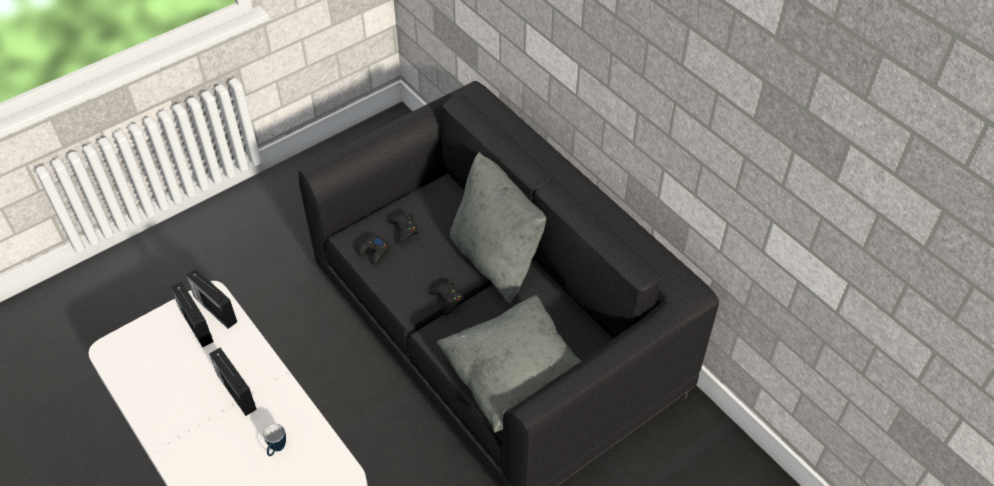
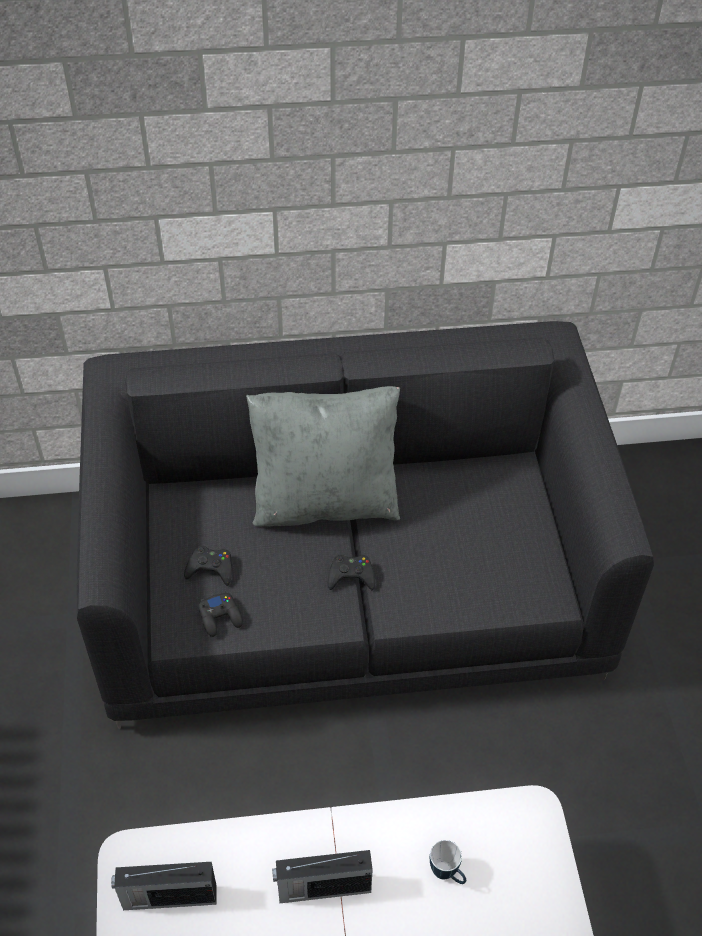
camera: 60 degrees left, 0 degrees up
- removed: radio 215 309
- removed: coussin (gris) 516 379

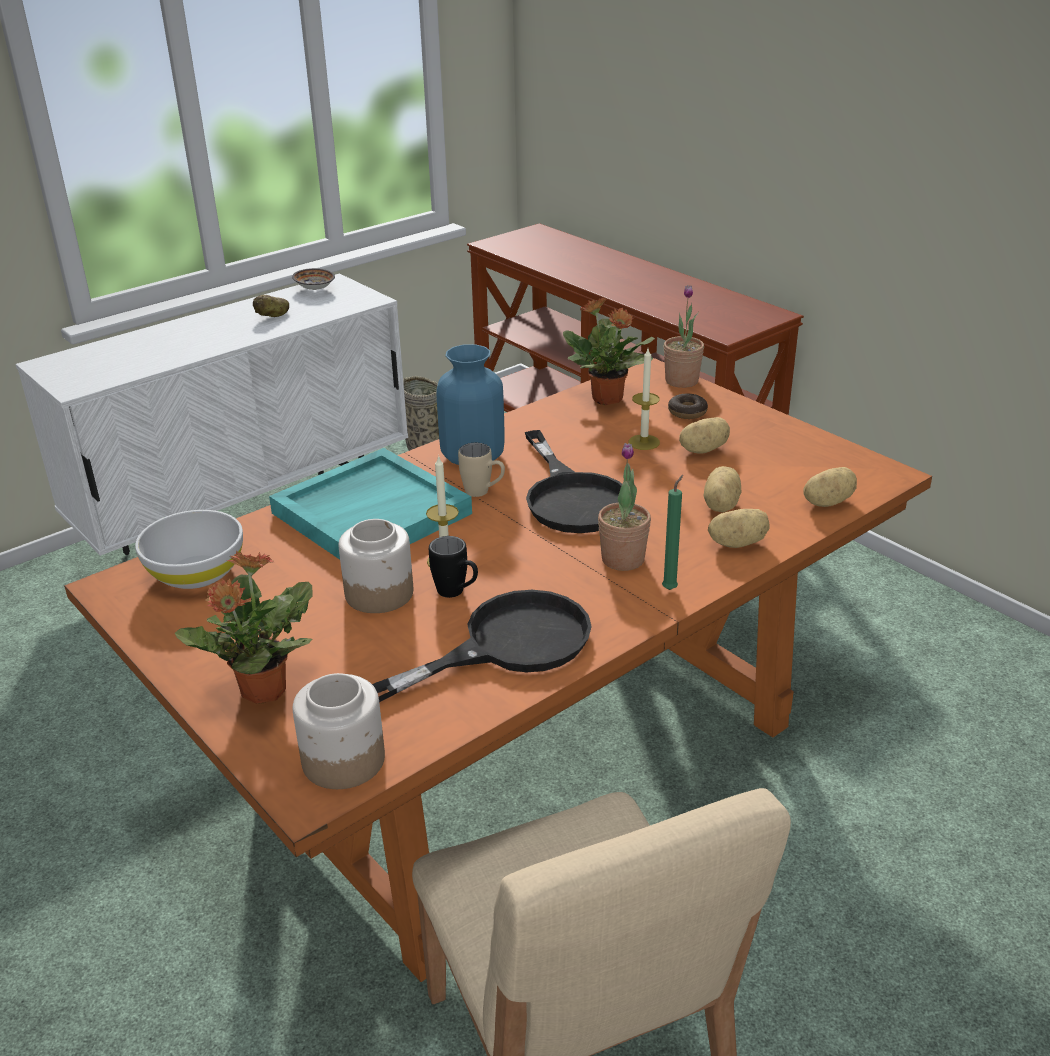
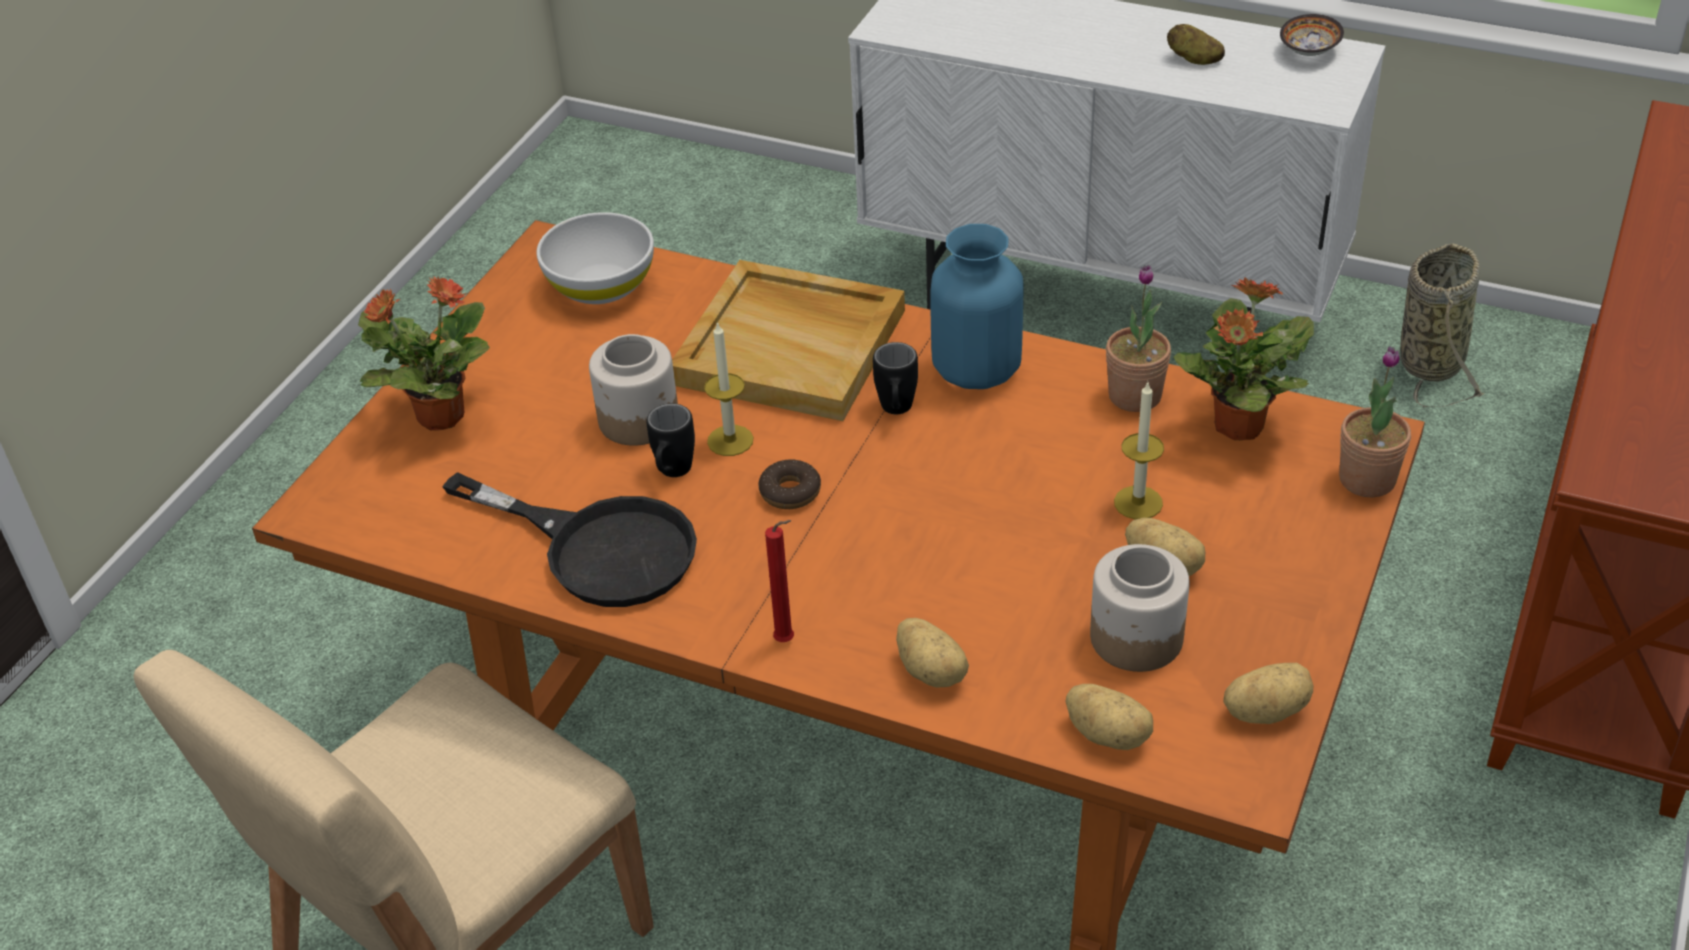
camera: 65 degrees right, 10 degrees up
- recoloured: plateau (turquoise) 372 512 to plateau (beige) 792 346
- moved: bocal 342 761 to 1135 637
- recoloured: mug (beige) 483 493 to mug (noir) 896 412
- removed: poêle (noir) 572 497
- moved: plante en pot 623 559 to 1134 396
- recoloured: bougie (vert) 671 588 to bougie (rouge) 787 641
- moved: beignet 687 412 to 790 492
- moved: pomme de terre 719 505 to 1265 710

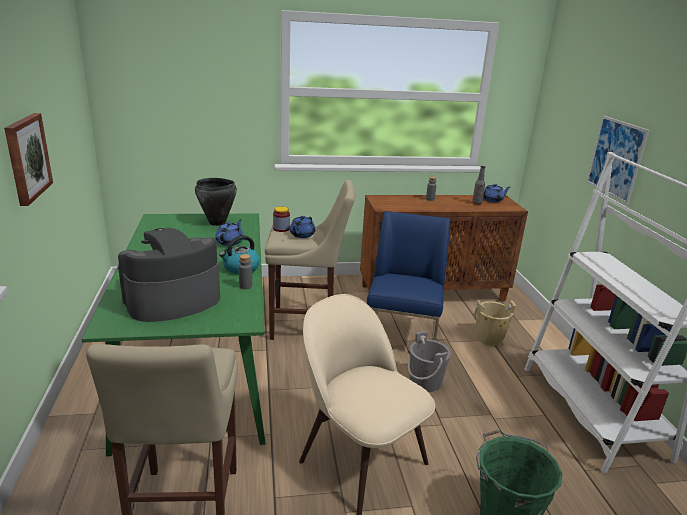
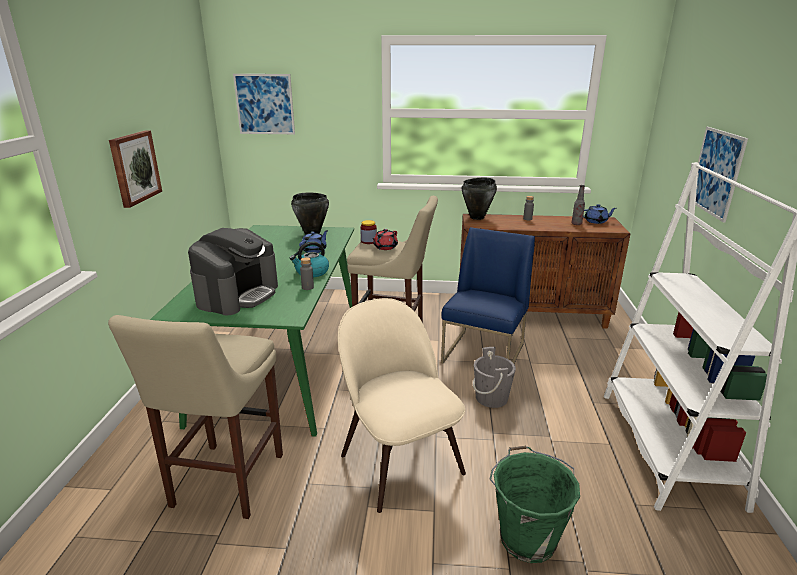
camera: 15 degrees right, 0 degrees up
- turned: machine à café 172 300 = 238 295 135 degrees clockwise
- recoloured: théière (bleu) 301 235 to théière (rouge) 385 247
- removed: seau (beige) 489 338
- added: tableau 264 104
- added: marmite (noir) 477 217

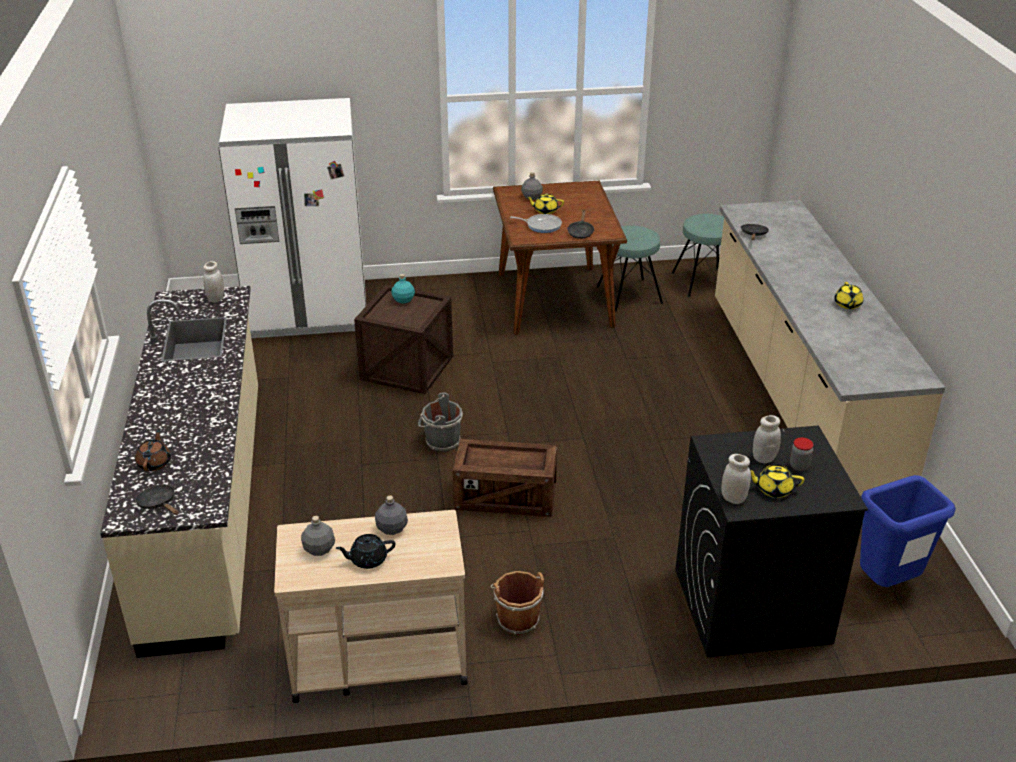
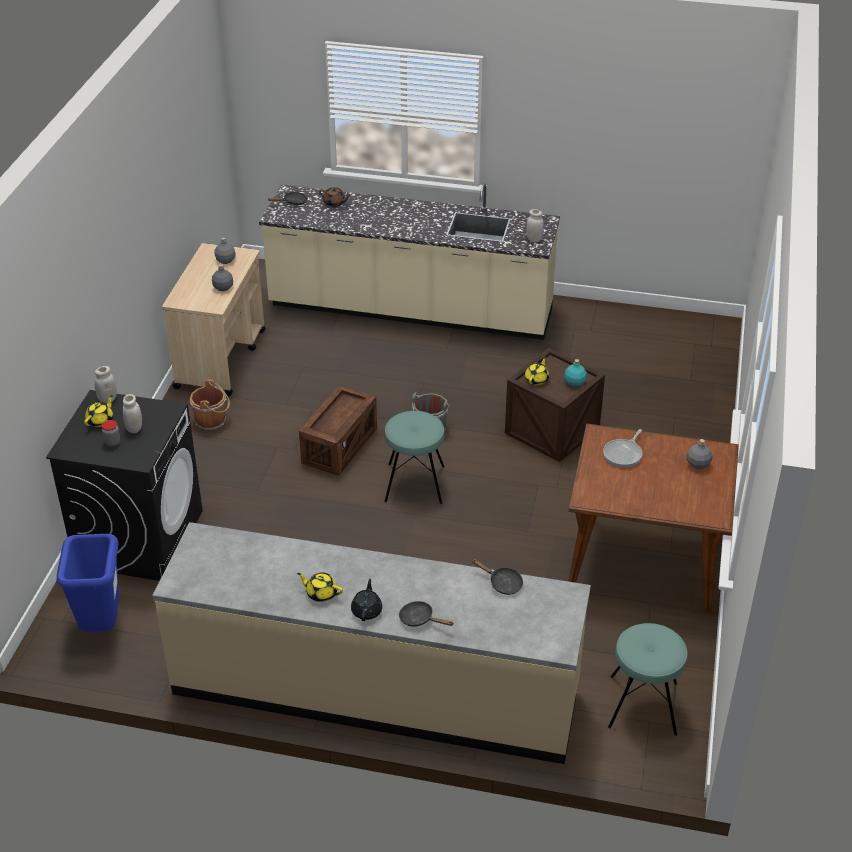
camera: 110 degrees right, 5 degrees up
- removed: réfrigérateur (blanc) 308 310
- moved: théière (noir) 367 559 to 367 610
- moved: théière (jaune) 545 210 to 536 379
- moved: poêle (noir) 580 232 to 419 619
- moved: tabouret (turquoise) 629 295 to 414 483

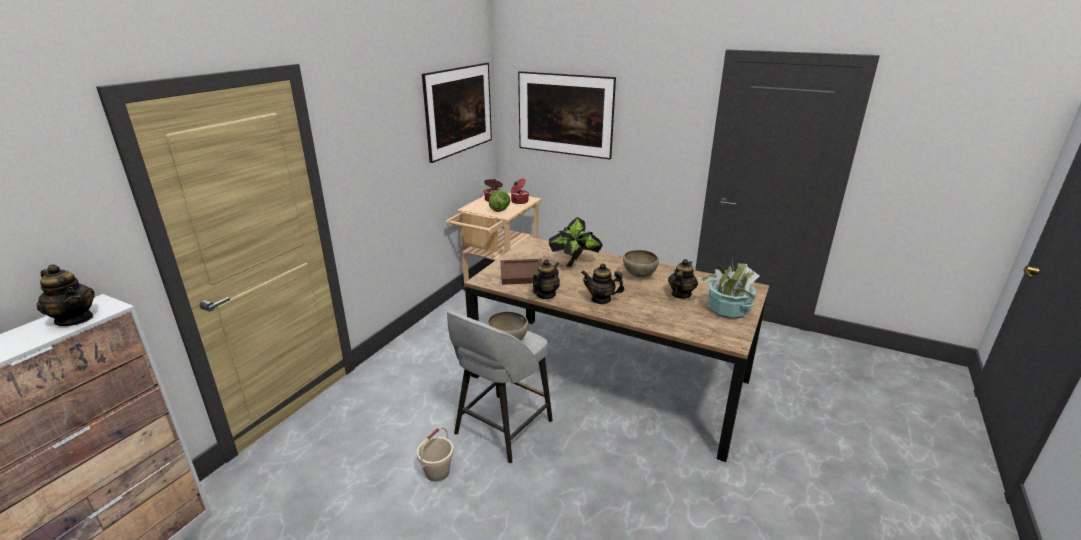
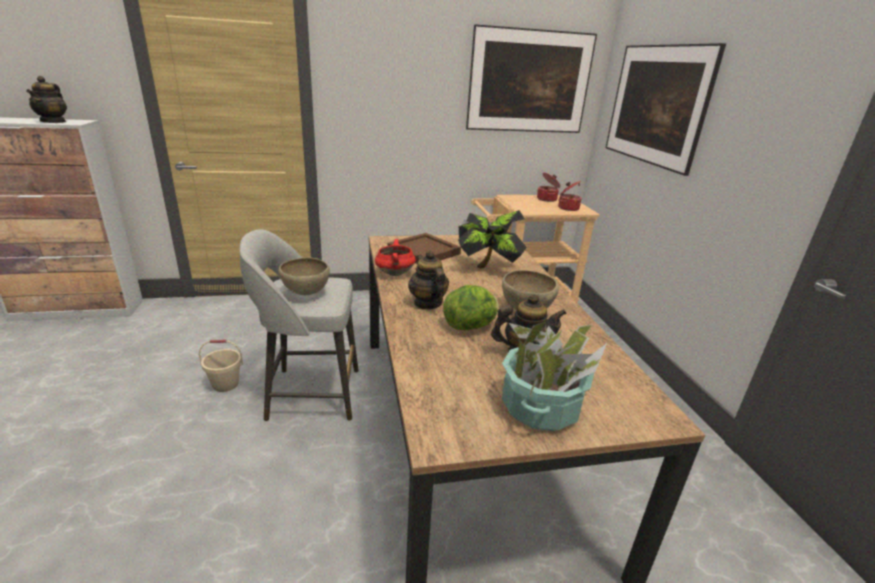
camera: 50 degrees right, 0 degrees up
- moved: laitue 500 210 to 470 326
- replaced: théière 545 295 to marmite (rouge) 394 273

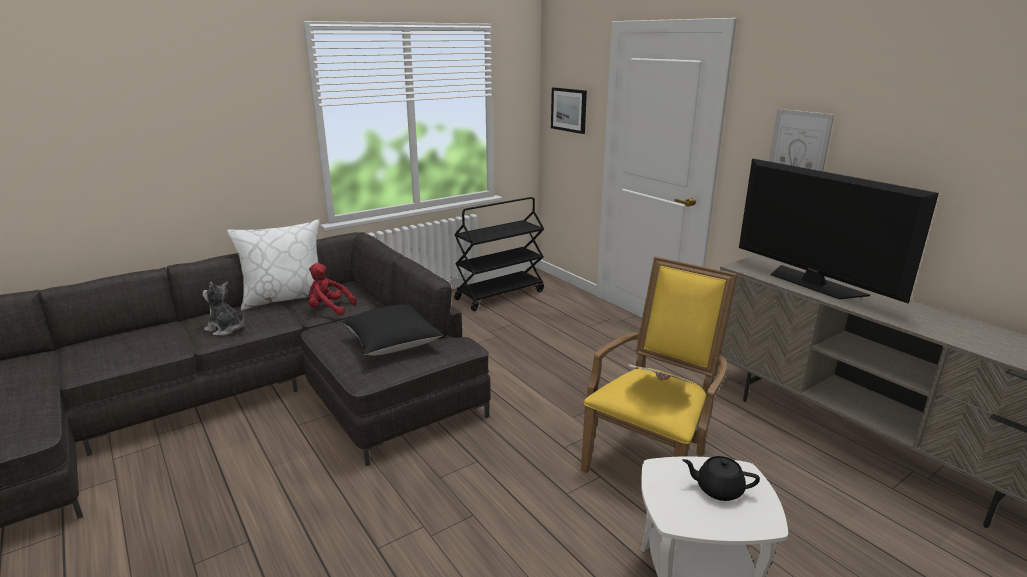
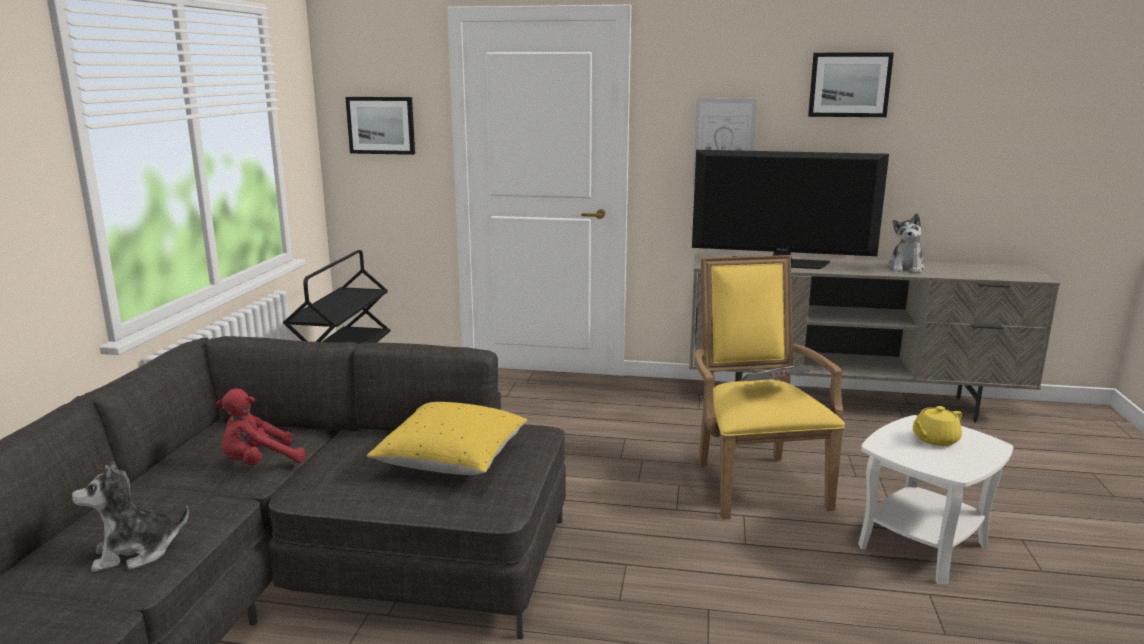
camera: 45 degrees left, 5 degrees down
- removed: coussin (blanc) 286 298
- recoloured: coussin (noir) 393 344 to coussin (jaune) 452 461
- recoloured: théière (noir) 718 489 to théière (jaune) 934 439
- added: tableau 849 85
- added: peluche 906 268

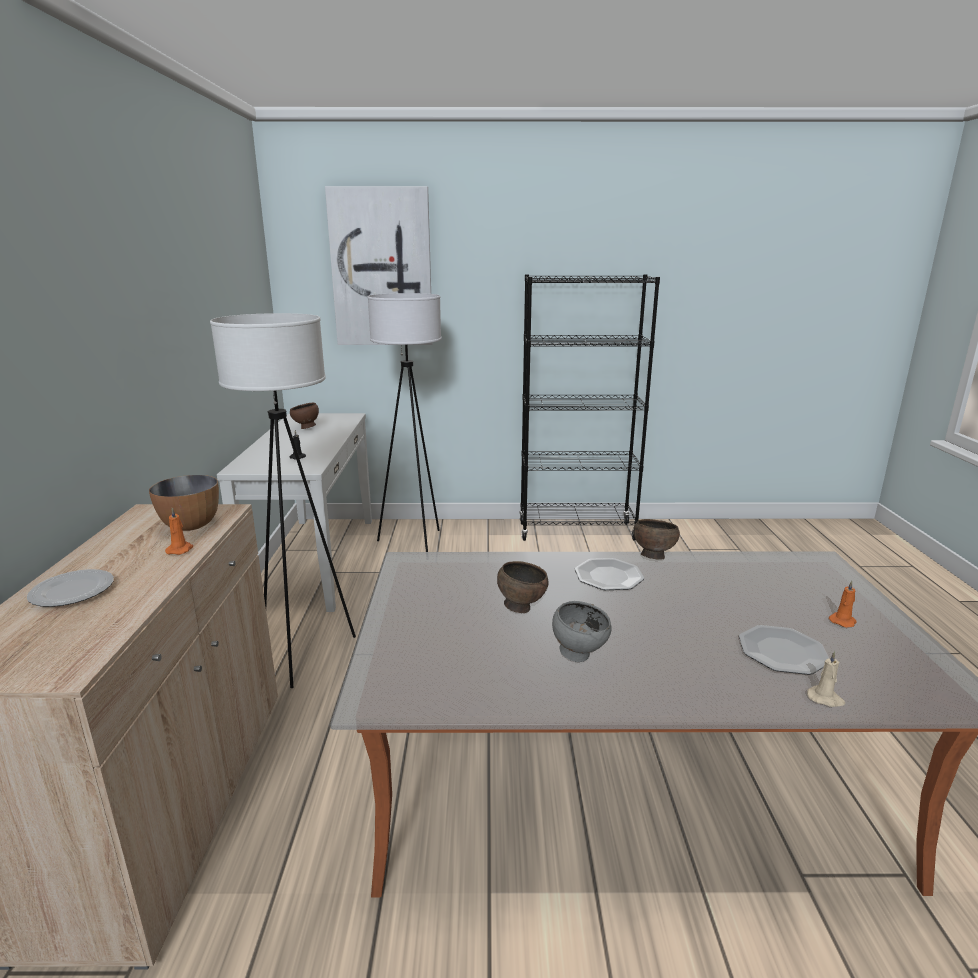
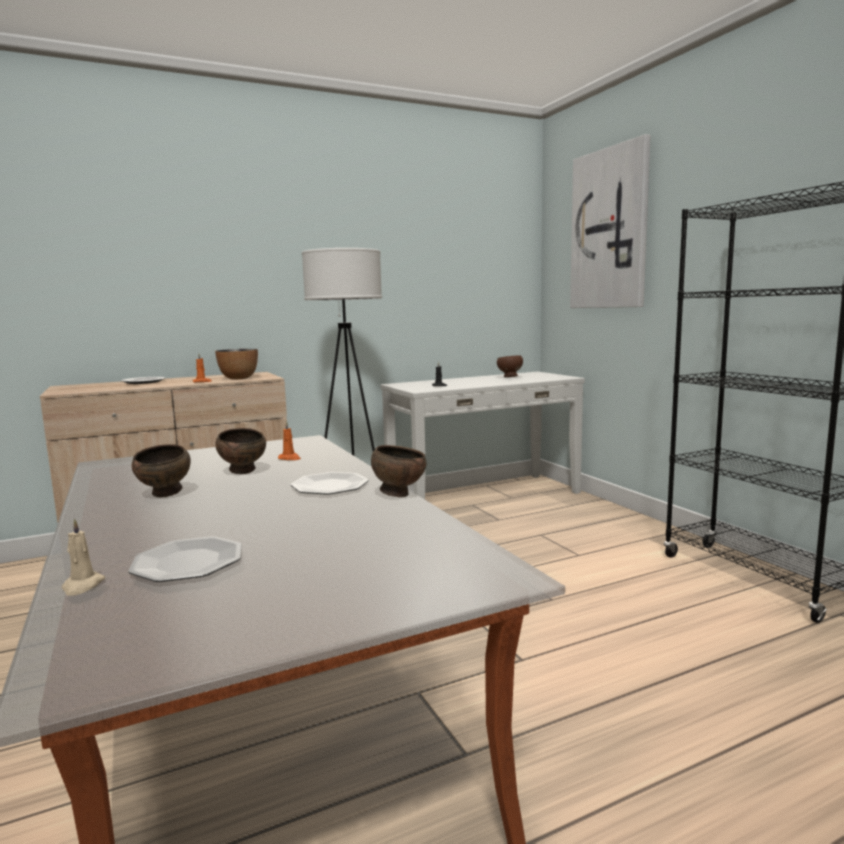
camera: 65 degrees right, 10 degrees down
- removed: lampadaire (blanc) 414 543
- recoloured: bol (gris) 579 655 to bol (marron) 166 494
- moved: bougie (orange) 843 621 to 290 458

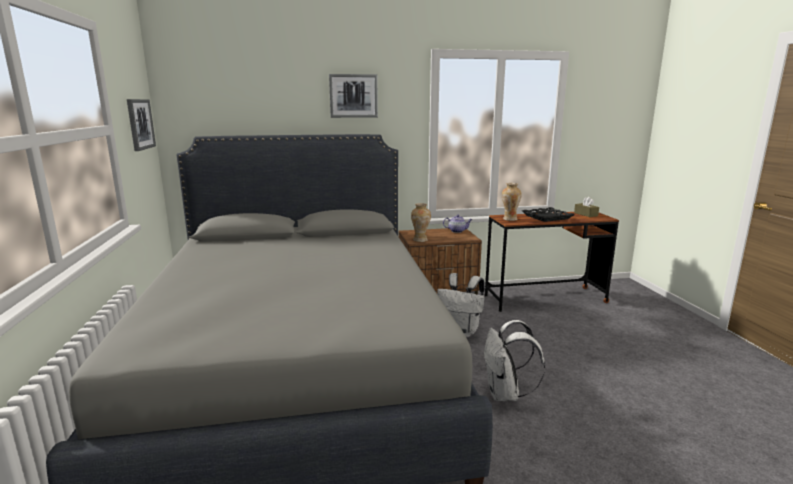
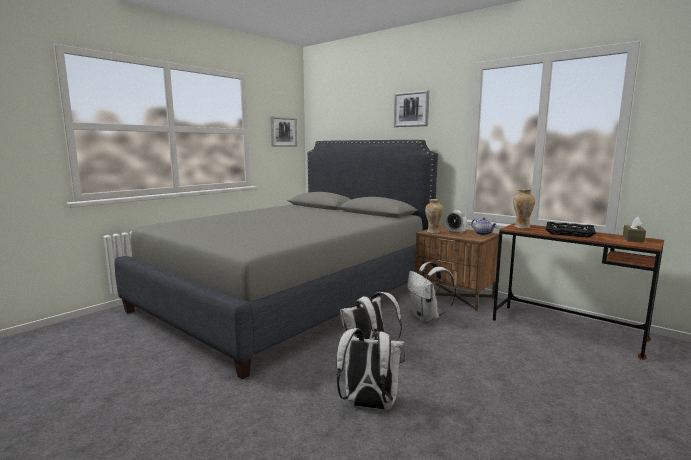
camera: 50 degrees right, 5 degrees down
- added: sac à dos (blanc) 368 405
- added: réveil 455 232

